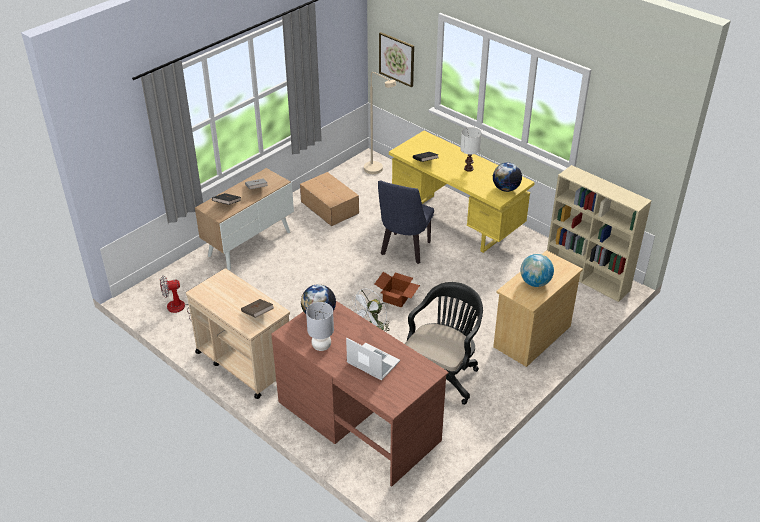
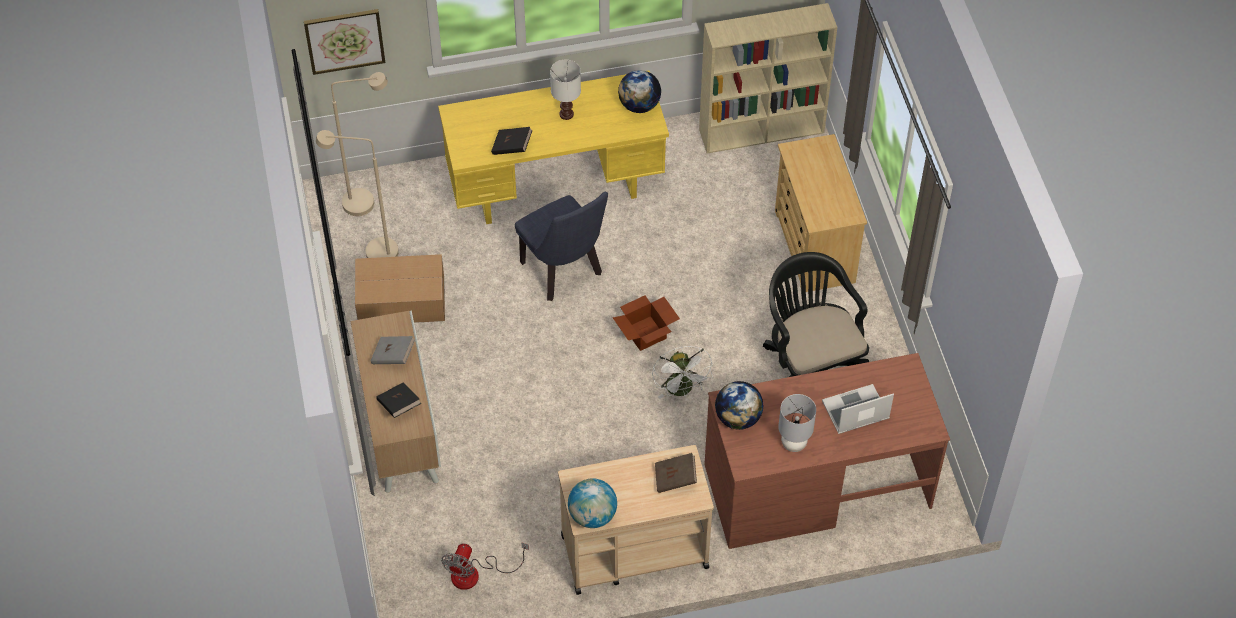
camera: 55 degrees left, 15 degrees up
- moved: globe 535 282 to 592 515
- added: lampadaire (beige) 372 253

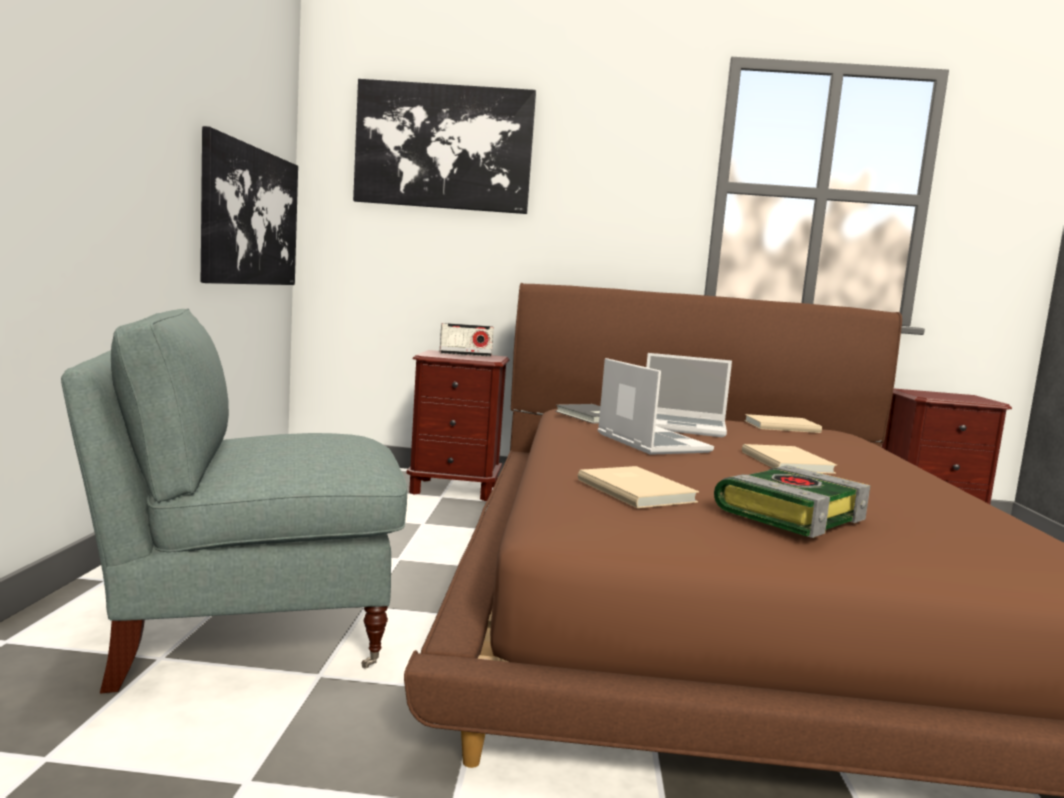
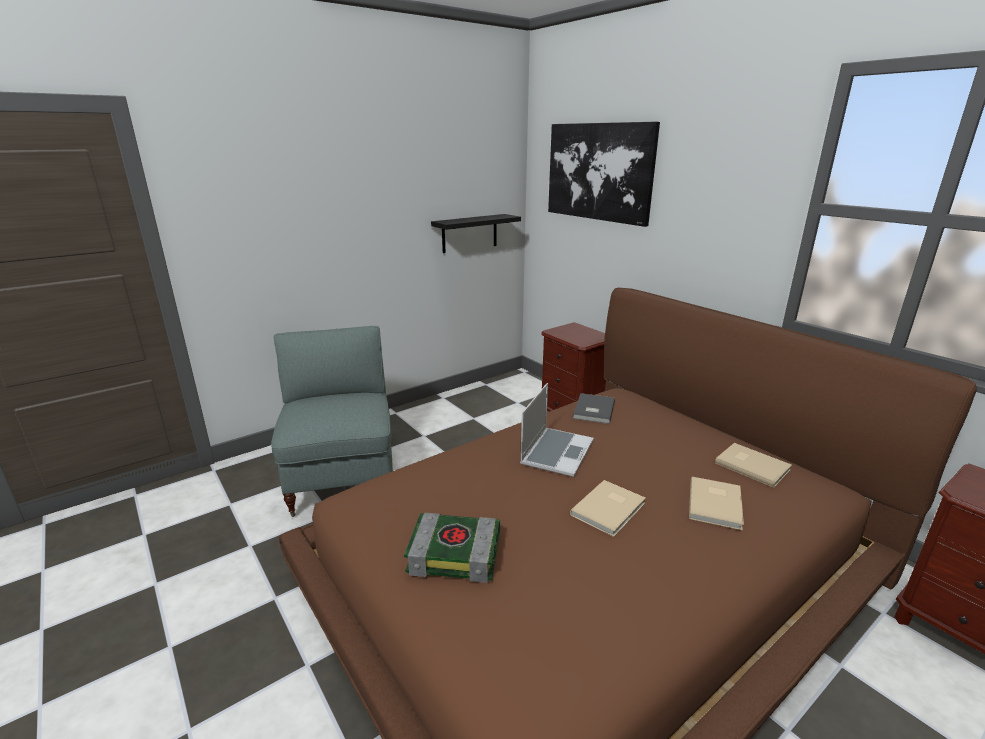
camera: 50 degrees right, 15 degrees up
- turned: fauteuil (gris) 250 630 = 344 478 45 degrees clockwise
- replaced: tableau 251 216 to étagère (noir) 469 233
- removed: radio 465 354
- moved: livre (beige) 637 490 to 716 504
- removed: ordinateur portable 682 427

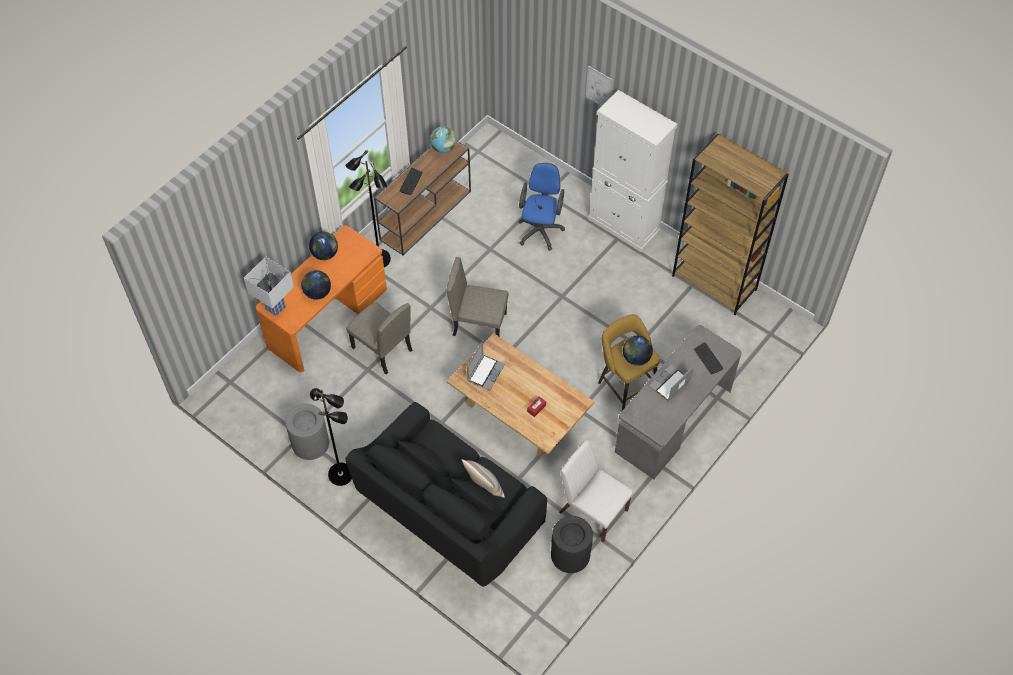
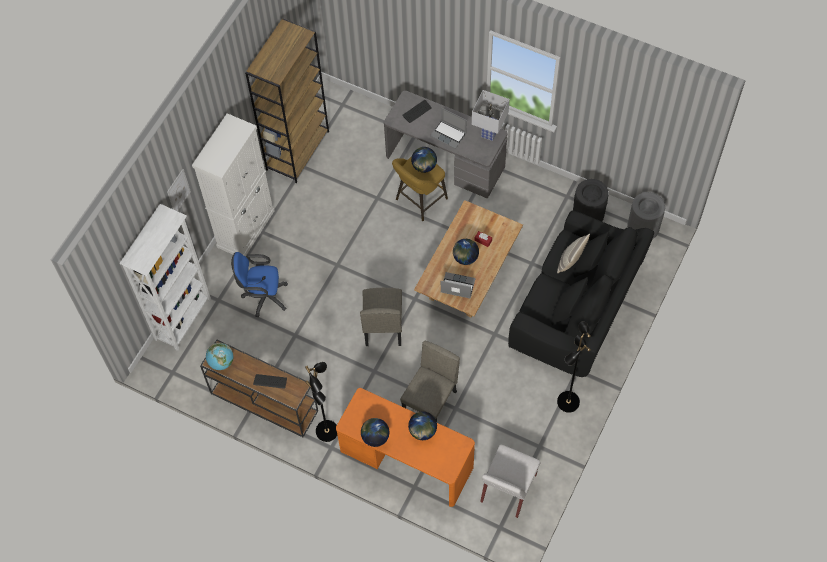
camera: 100 degrees left, 5 degrees up
- moved: lampe de table (blanc) 275 308 to 489 134
- moved: poubelle (gris) 310 443 to 643 227
- moved: chaise (blanc) 592 511 to 508 489
- added: bibliothèque (blanc) 184 319
- added: globe 465 258

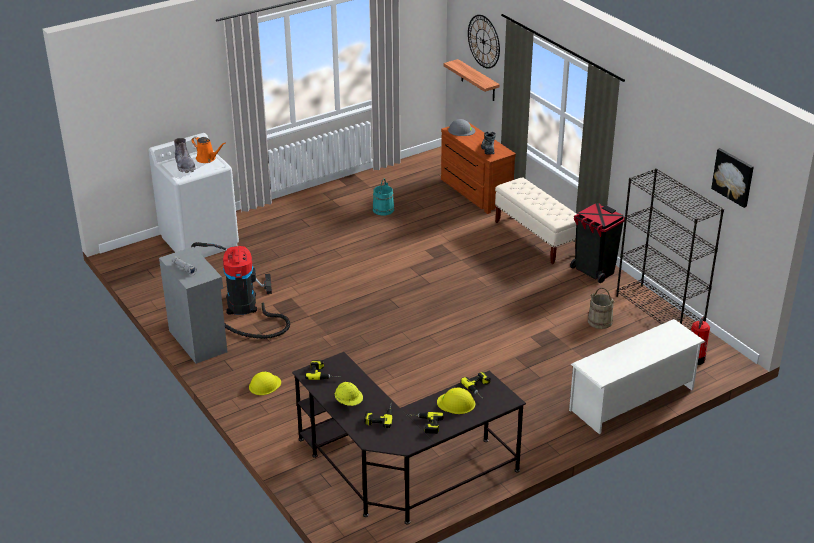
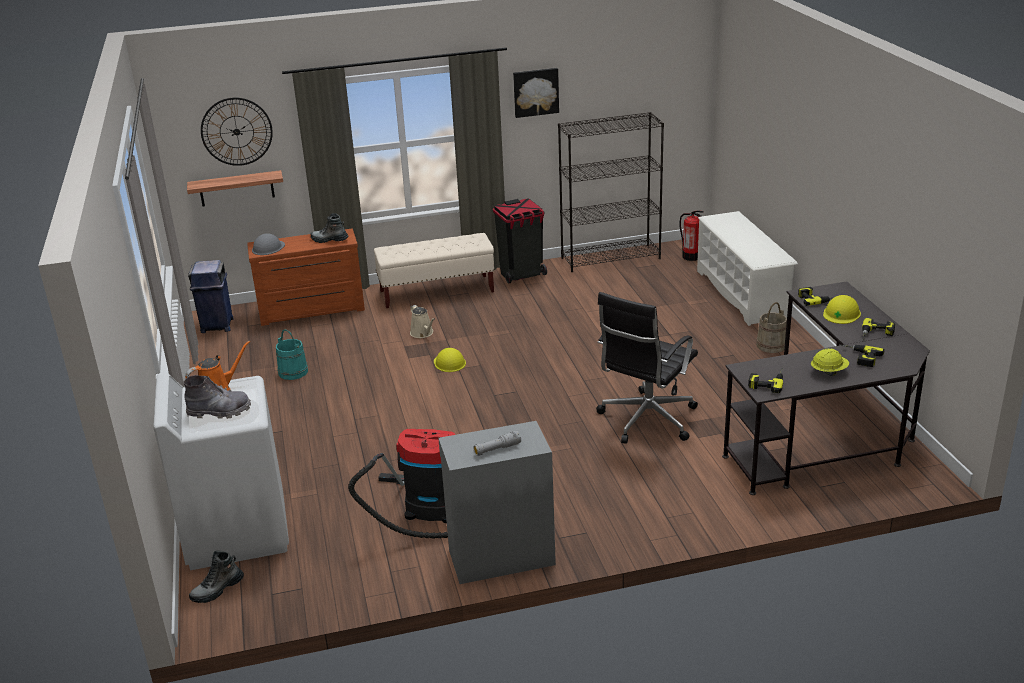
camera: 70 degrees left, 5 degrees down
- moved: casque de chantier (jaune) 264 385 to 449 363
- moved: seau (beige) 600 321 to 771 345
- moved: tableau 733 177 to 535 92
- added: poubelle (bleu) 217 326
- added: botte 217 590
- added: arrosoir (beige) 423 333
- added: chaise de bureau (noir) 646 420

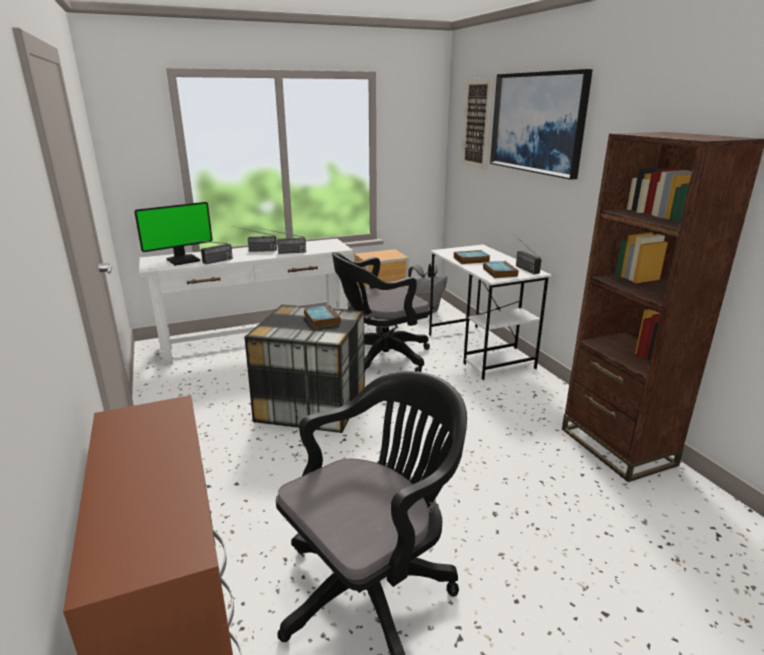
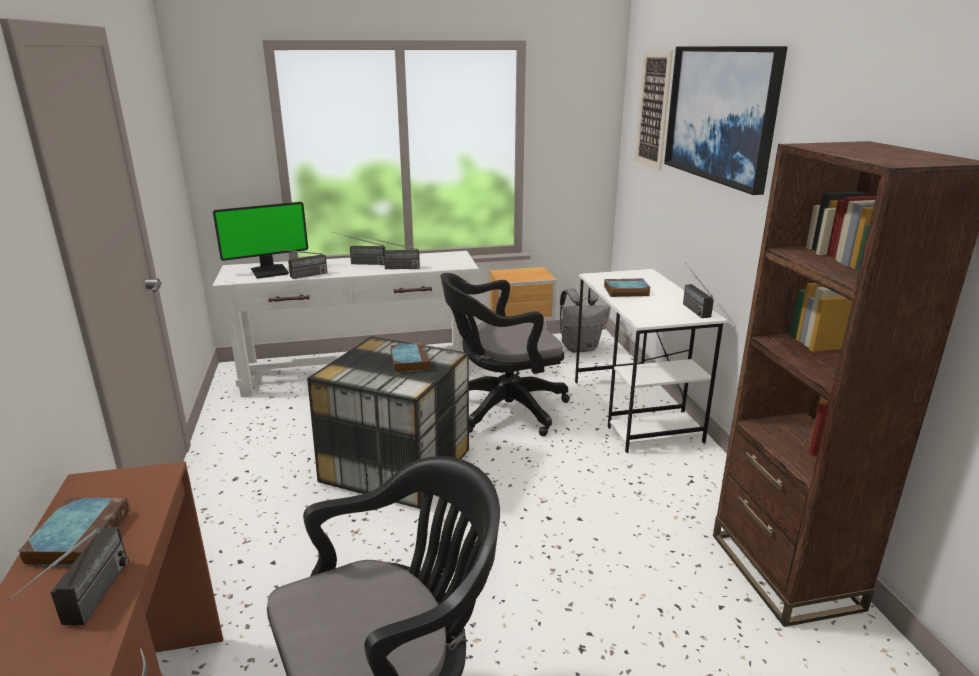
camera: 10 degrees right, 0 degrees up
- moved: livre 499 272 to 79 536
- added: radio 86 609

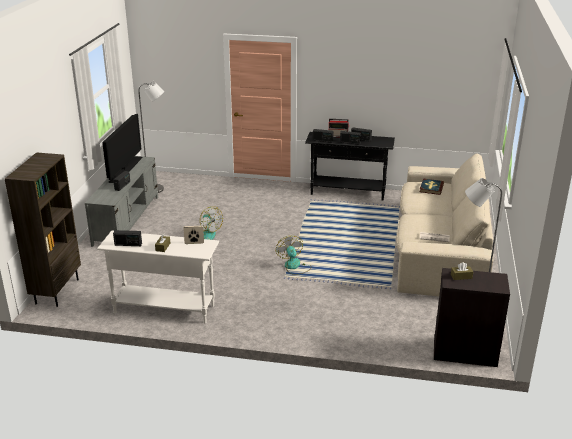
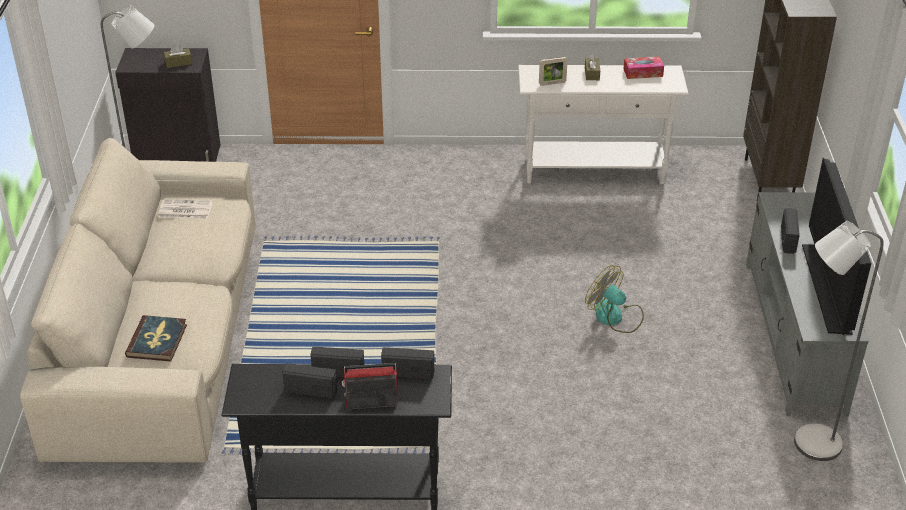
camera: 170 degrees right, 10 degrees up
- replaced: radio 128 244 to boîte à mouchoirs 643 73
- removed: ventilateur 294 267

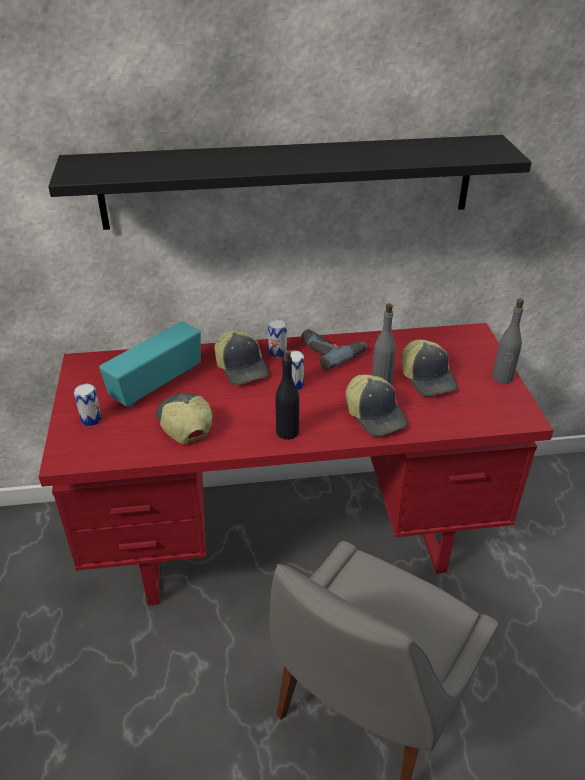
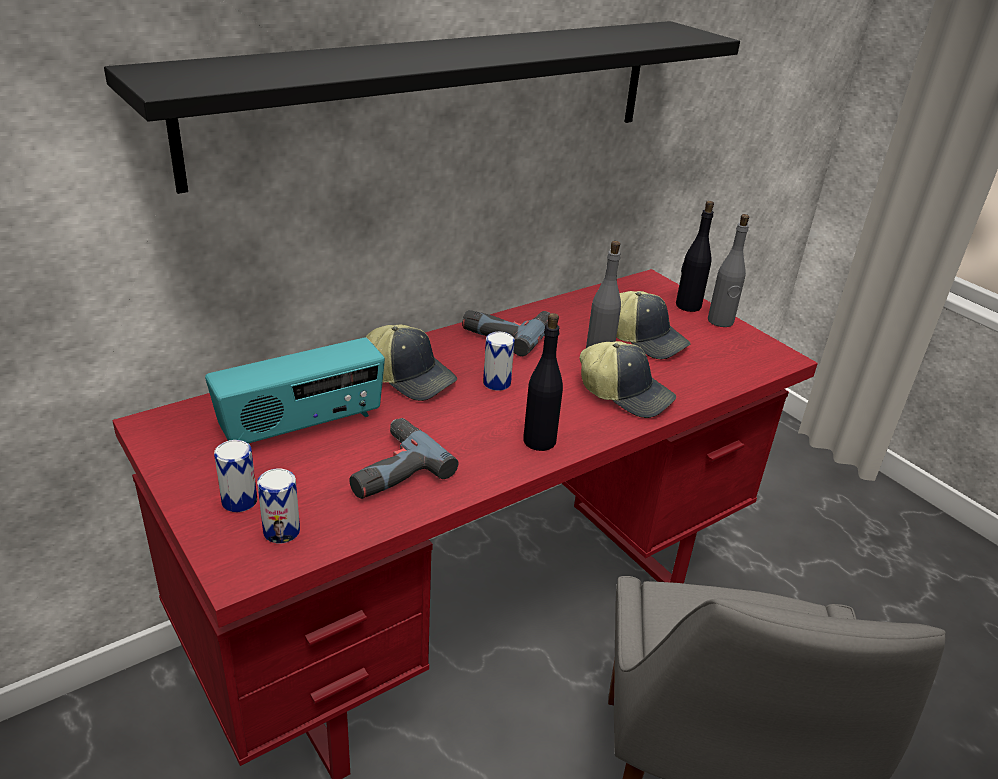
camera: 30 degrees left, 5 degrees down
- turned: radio 156 384 = 302 426 135 degrees counterclockwise
- replaced: casquette 183 424 to perceuse 390 468
- moved: boîte métallique 277 353 to 281 531
- added: bouteille (noir) 688 306

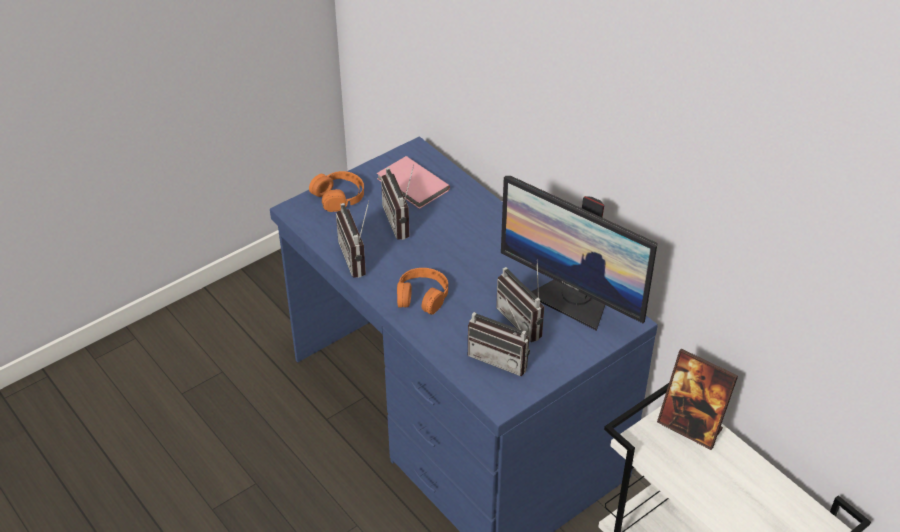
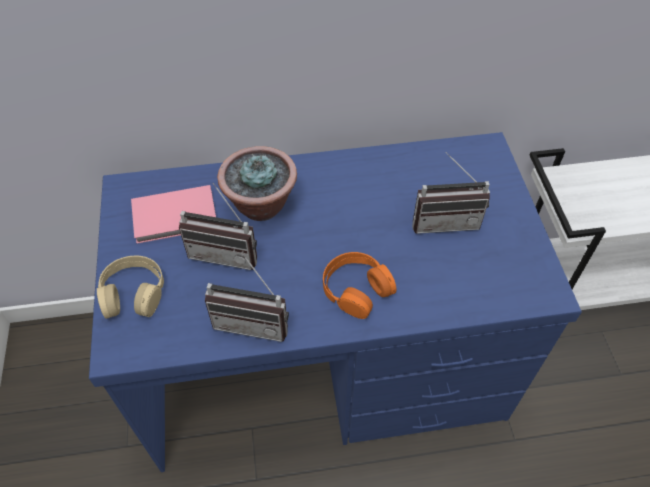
camera: 60 degrees left, 10 degrees up
- recoloured: casque audio (orange) 339 196 to casque audio (beige) 133 293
- removed: radio 501 357
- removed: écran d'ordinateur 572 300
- removed: cadre photo 690 427
- added: plante en pot 260 205

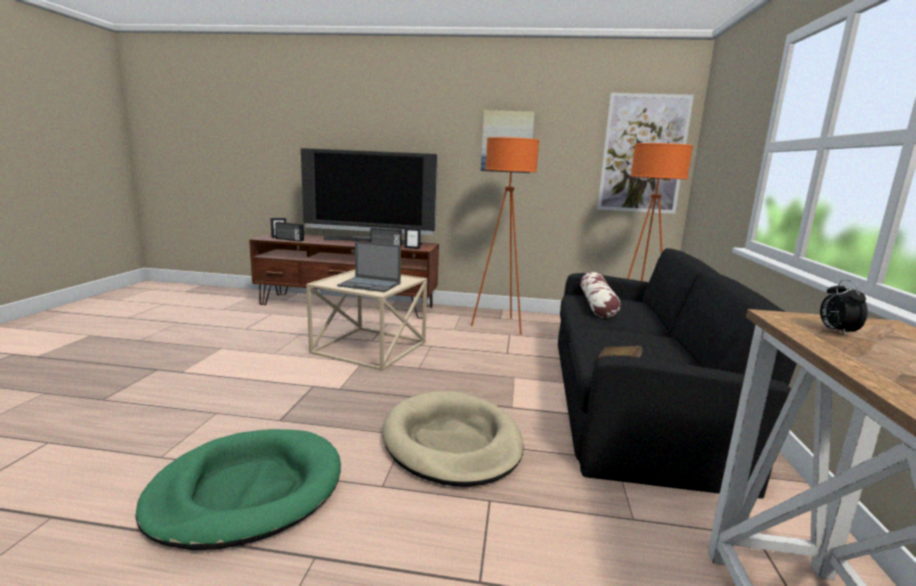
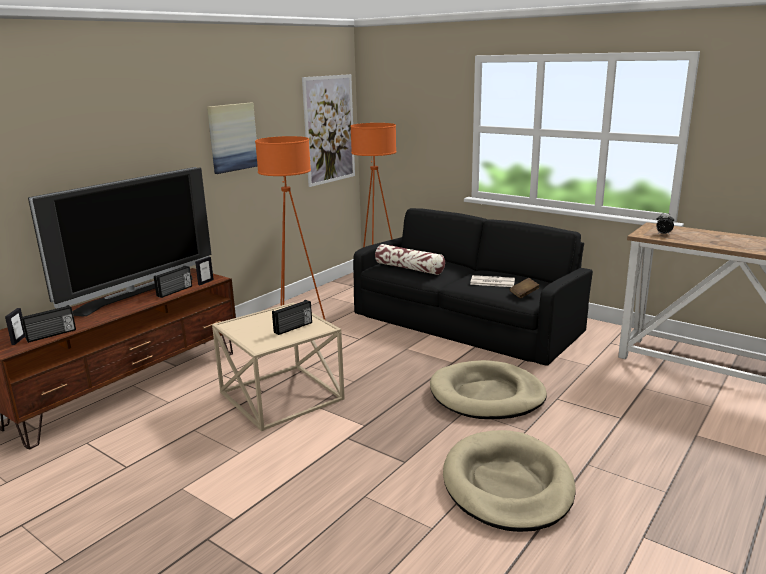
camera: 60 degrees left, 5 degrees up
- recoloured: panier pour chien (vert) 247 491 to panier pour chien (beige) 507 485
- replaced: ordinateur portable 370 285 to radio 293 328
- added: journal 492 282

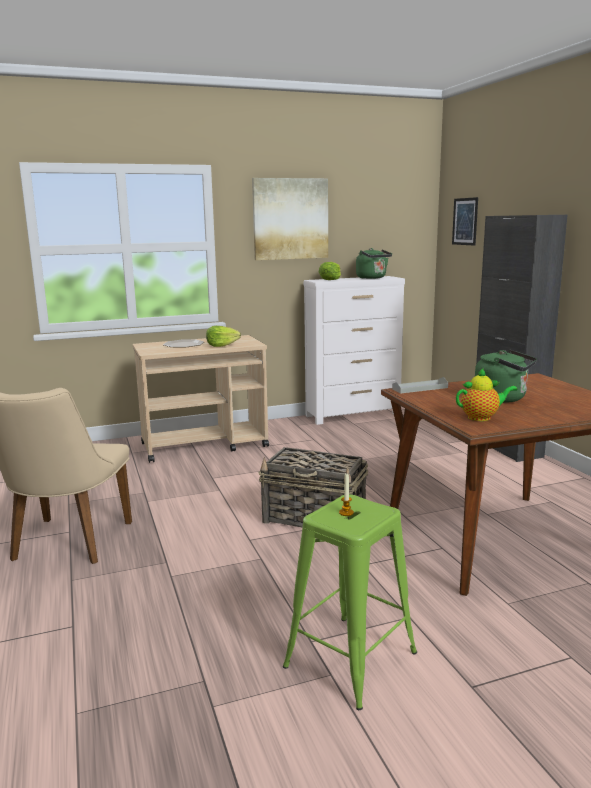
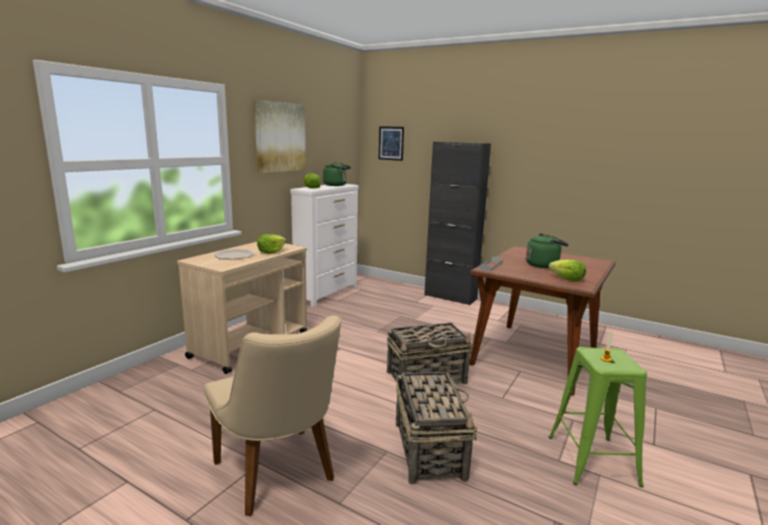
camera: 40 degrees left, 0 degrees up
- replaced: théière 482 417 to laitue 567 279
- added: panier 429 449

